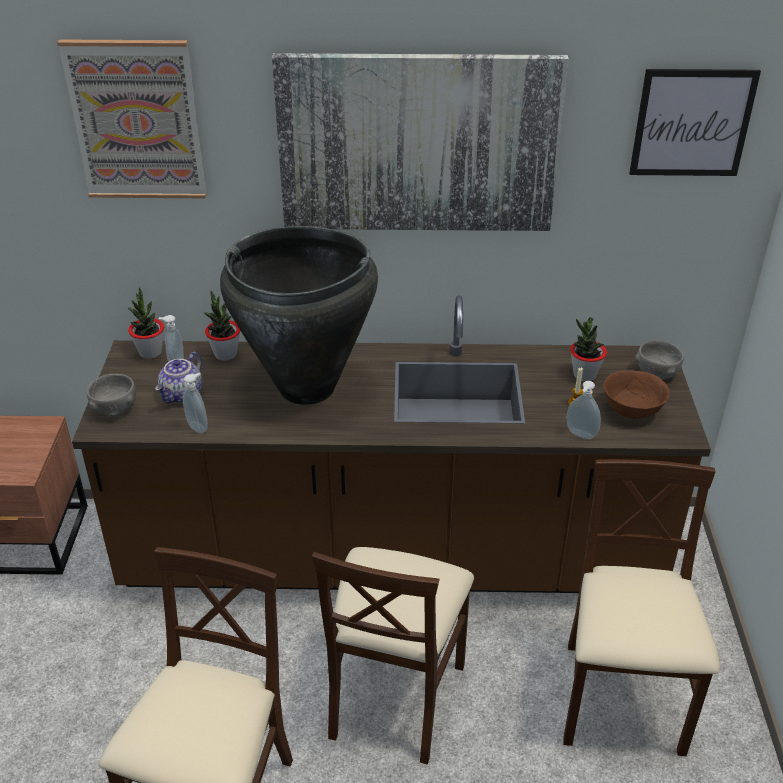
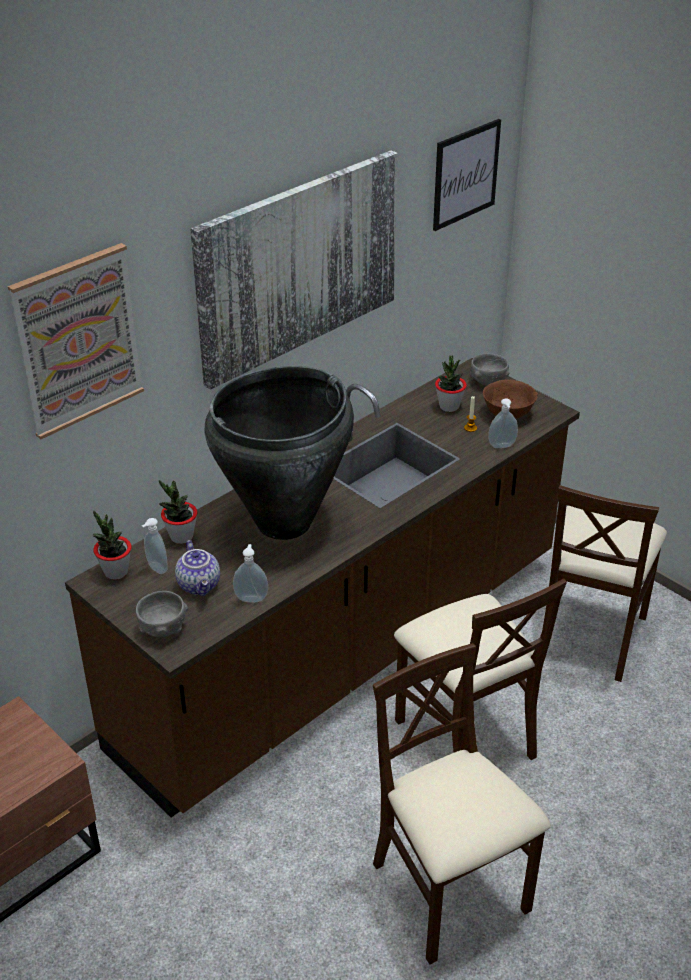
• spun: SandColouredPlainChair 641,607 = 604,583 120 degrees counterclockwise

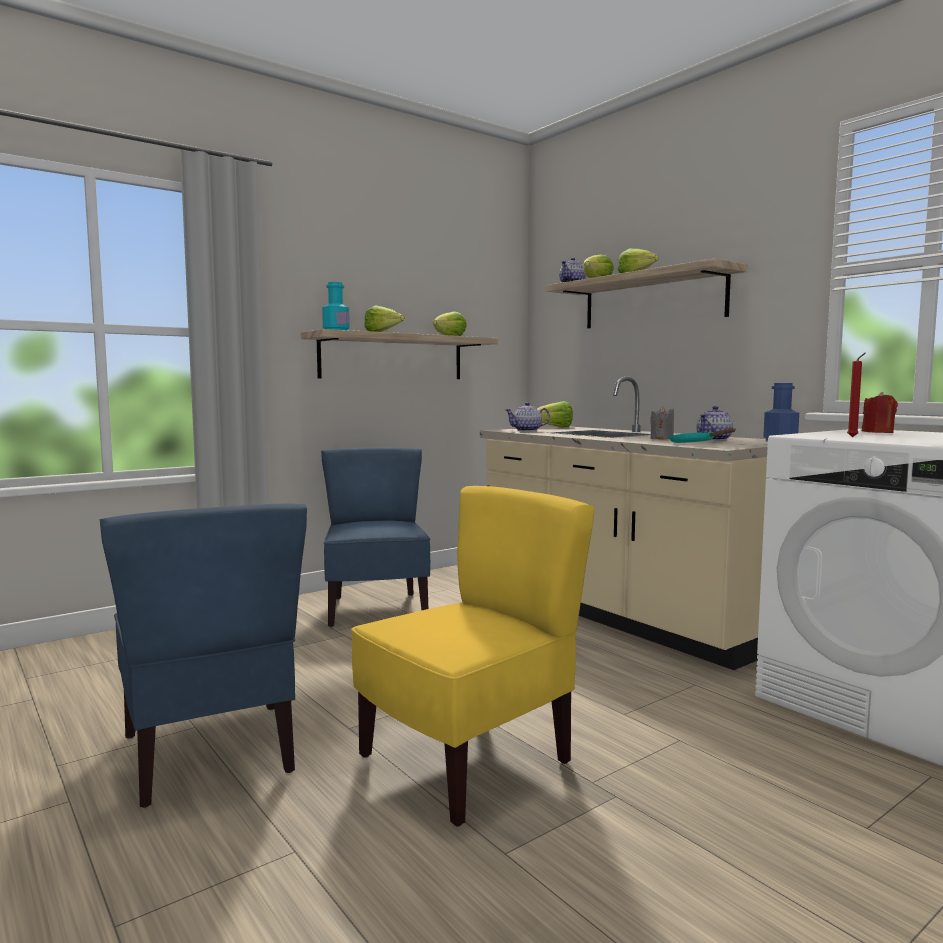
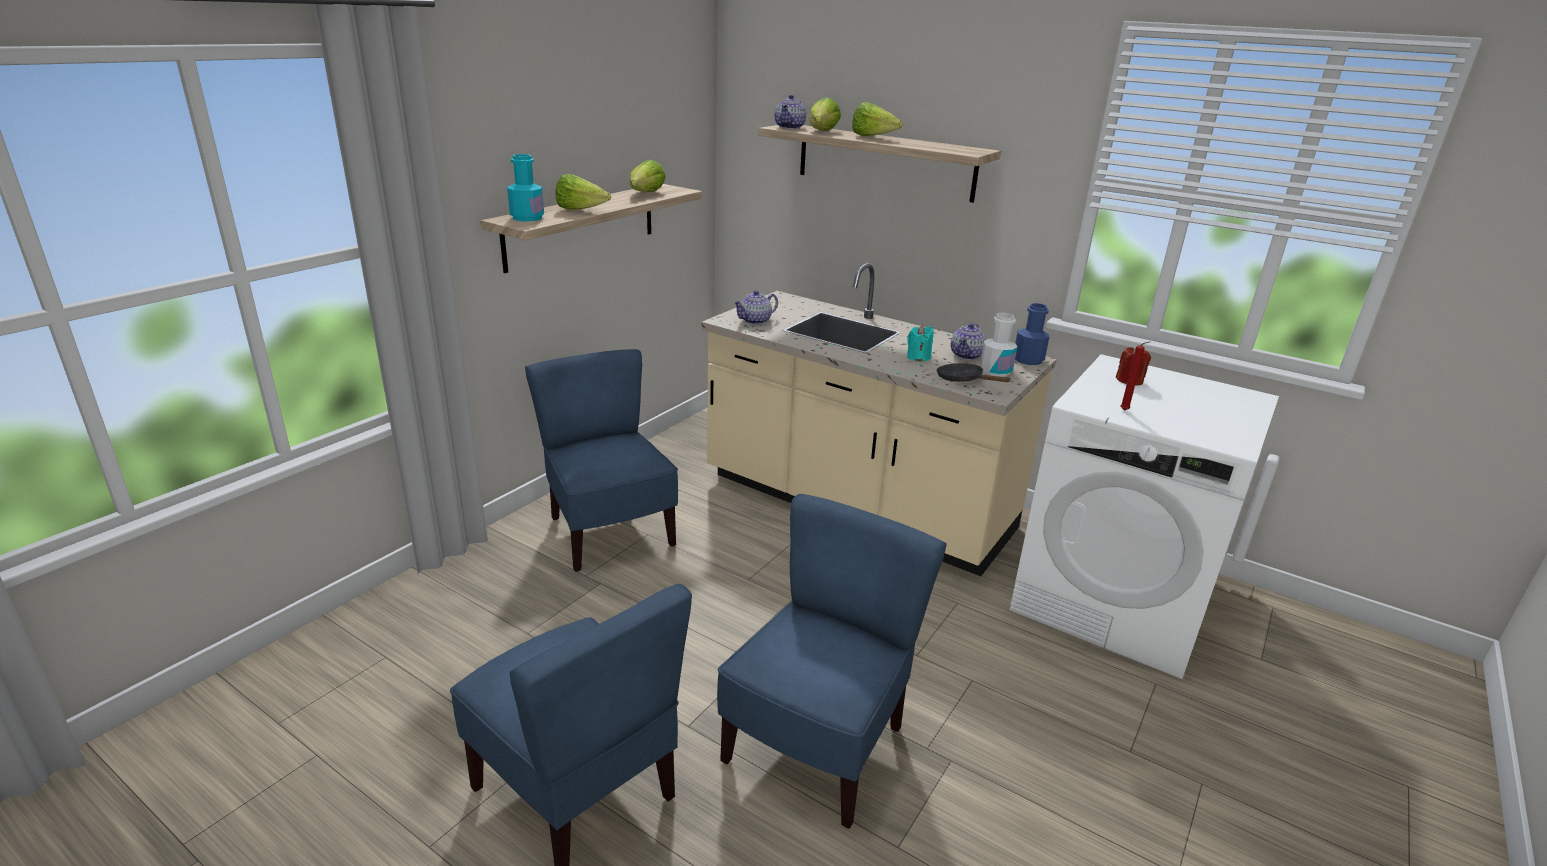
• missing: Lettuce 555,414
• colour: GreyishCandle 662,422 to TurquoiseColouredCandle 920,343
• colour: TurquoiseColouredFryingPan 701,435 to BlackishFryingPan 974,372
• colour: YellowishPlainChair 473,656 to BluePlainChair 832,661
• appeared: WhitishDrinkBottle 998,345

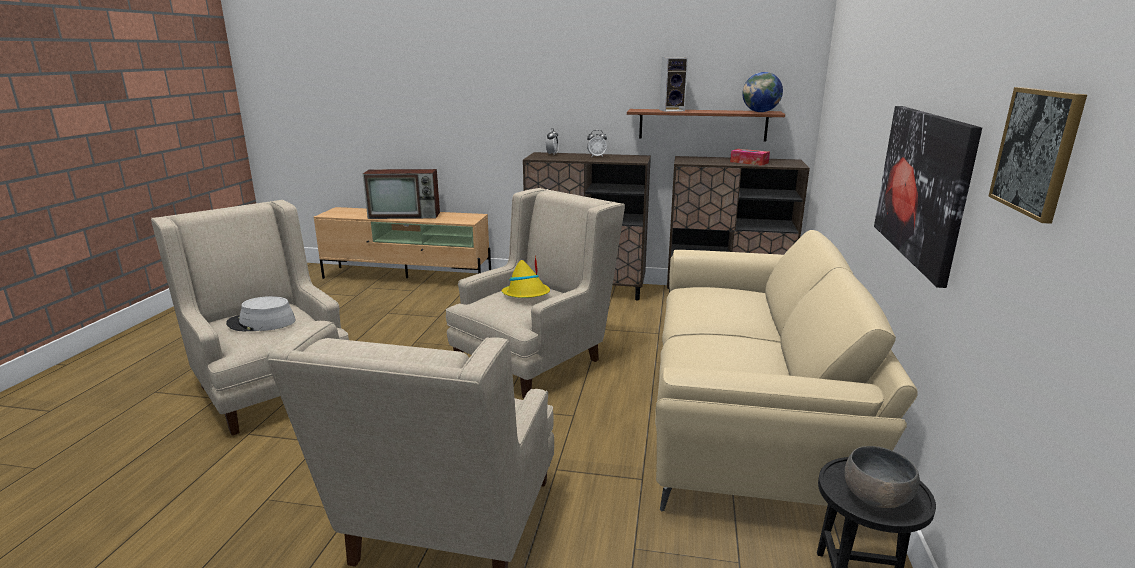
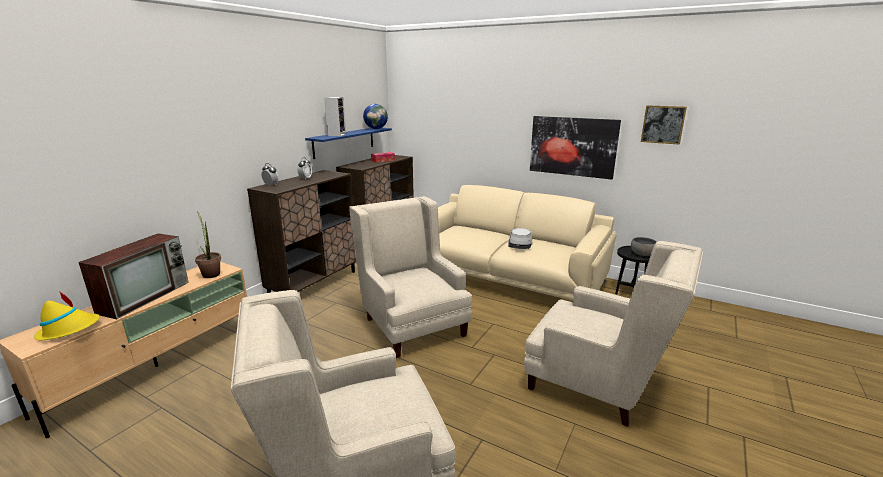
• colour: BrownishBracketShelf 706,125 to BlueBracketShelf 348,143
• relocated: YellowishHat 525,276 to 67,315
• relocated: GreyishHat 261,313 to 520,238
• appeared: Houseplant 208,244

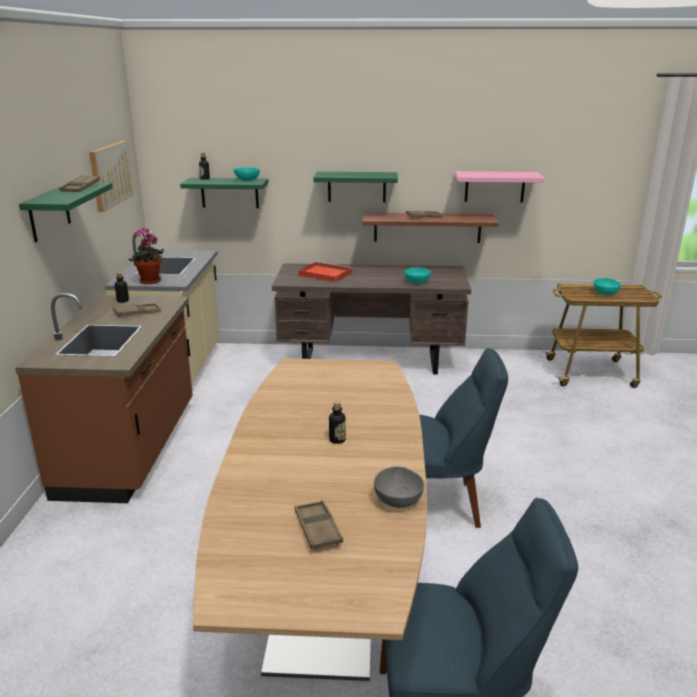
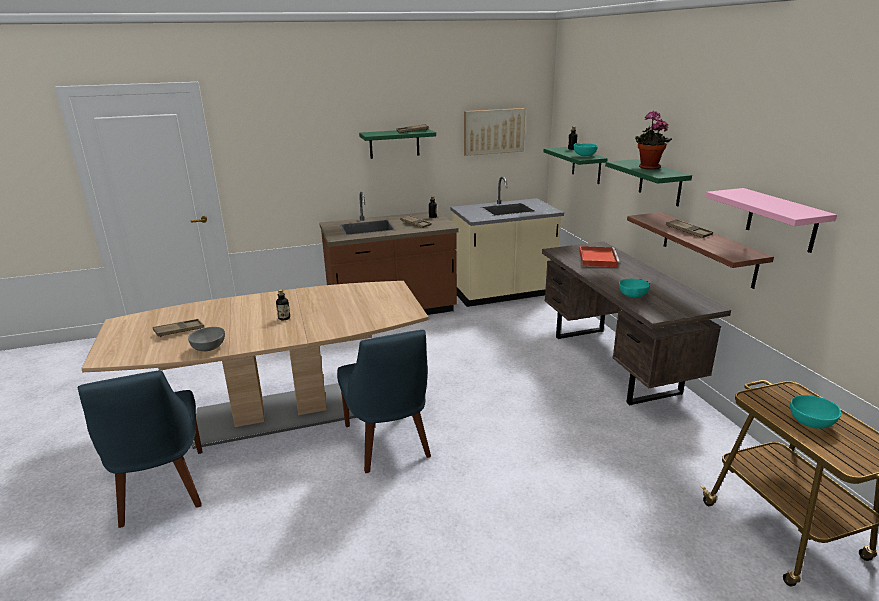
• relocated: Houseplant 146,256 to 653,140

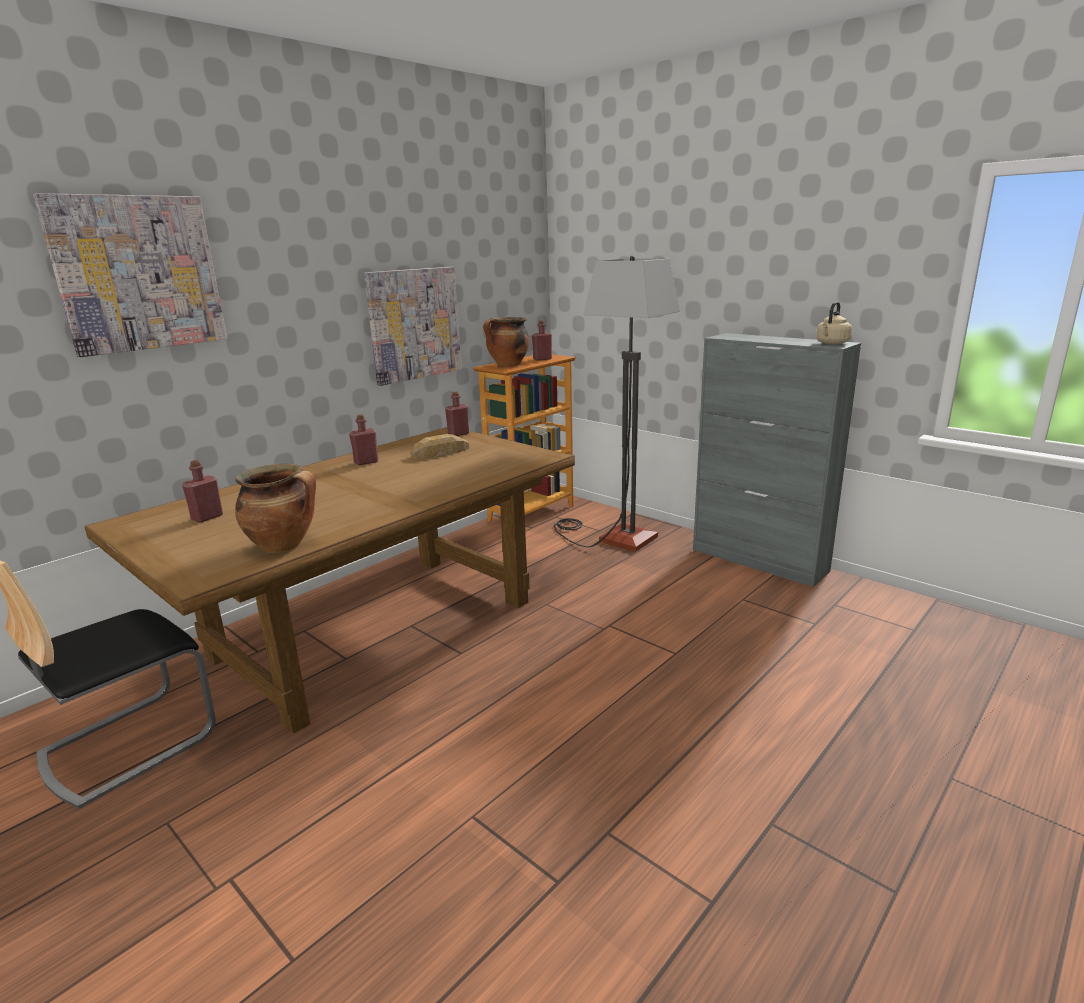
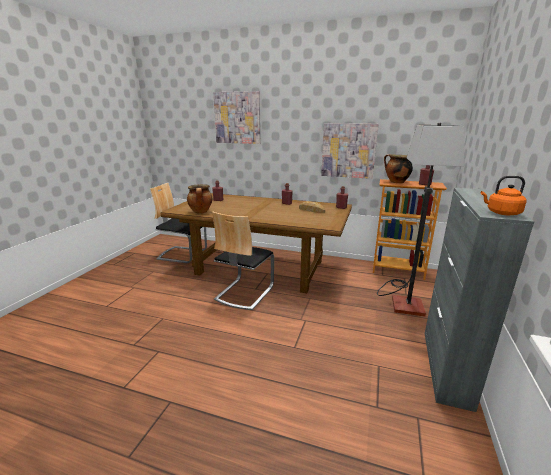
• colour: SandColouredWaterKettle 834,323 to OrangeWaterKettle 504,195
• appeared: PlainChair 243,260

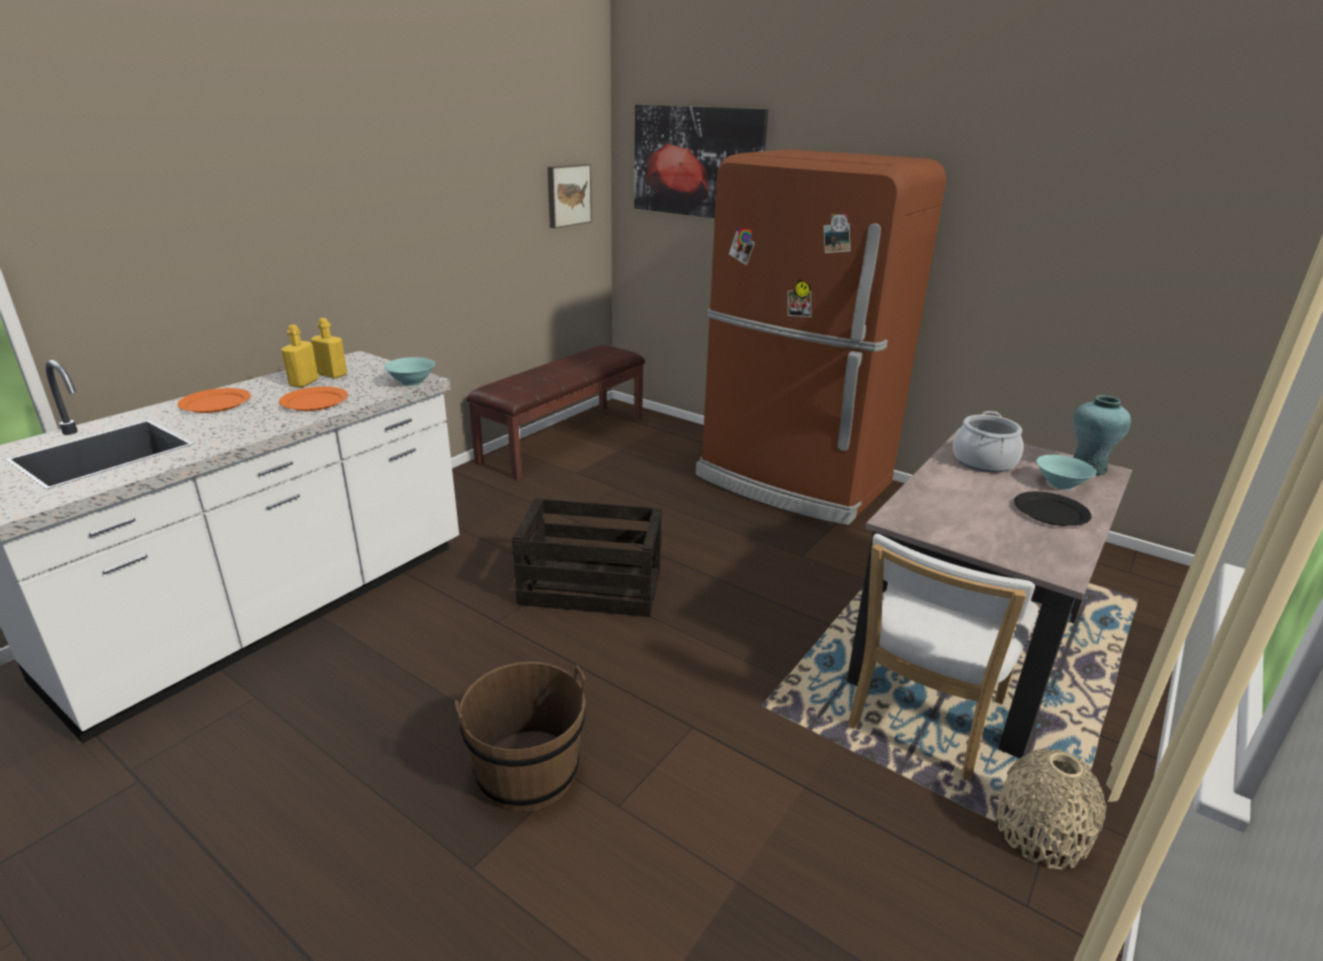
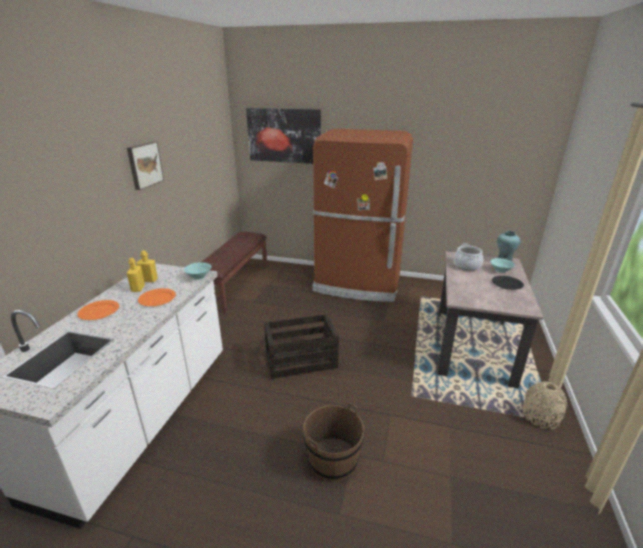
• relocated: WallArt 569,196 to 145,165
• missing: WhitishPlainChair 943,656

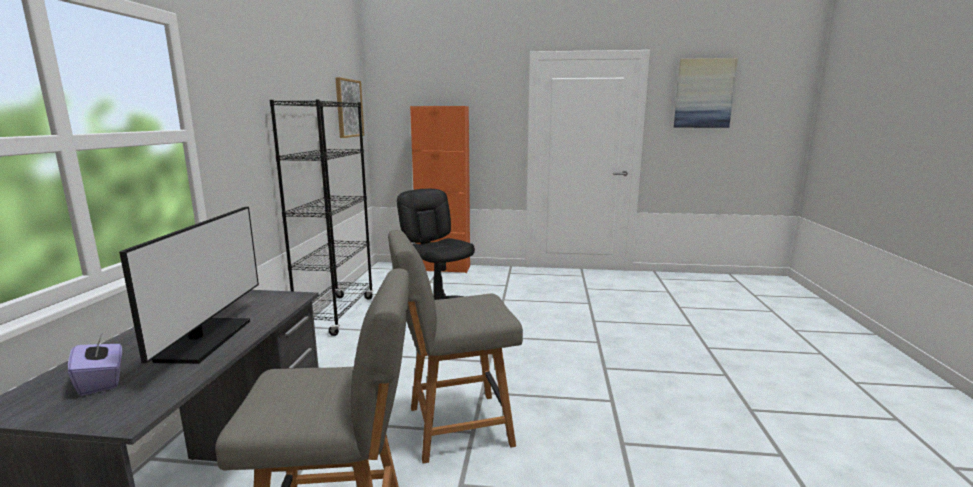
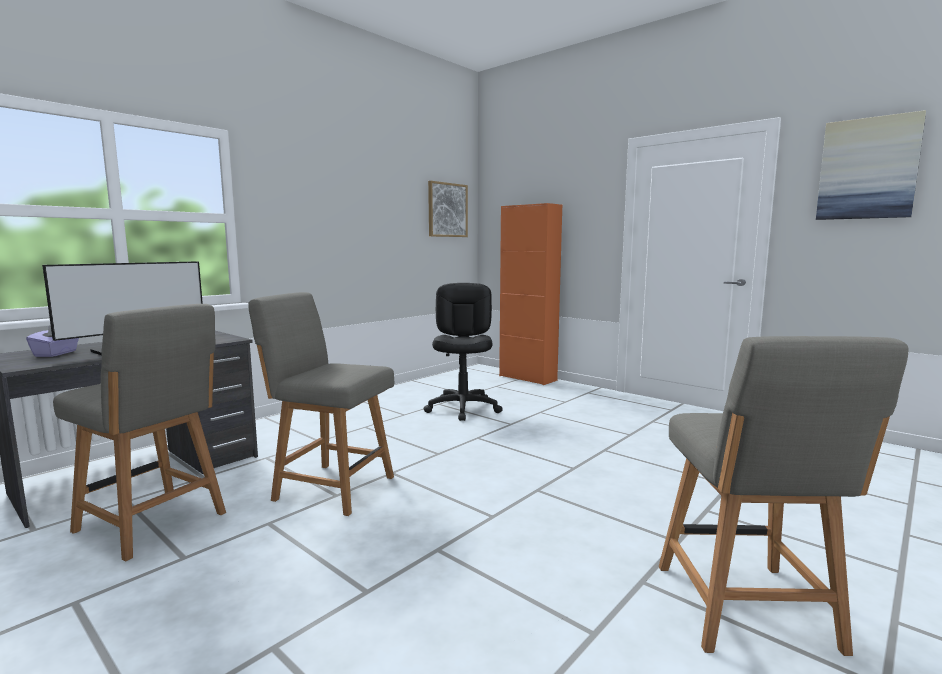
• missing: BlackishBookcase 322,218
• appeared: GreyishPlainChair 784,496

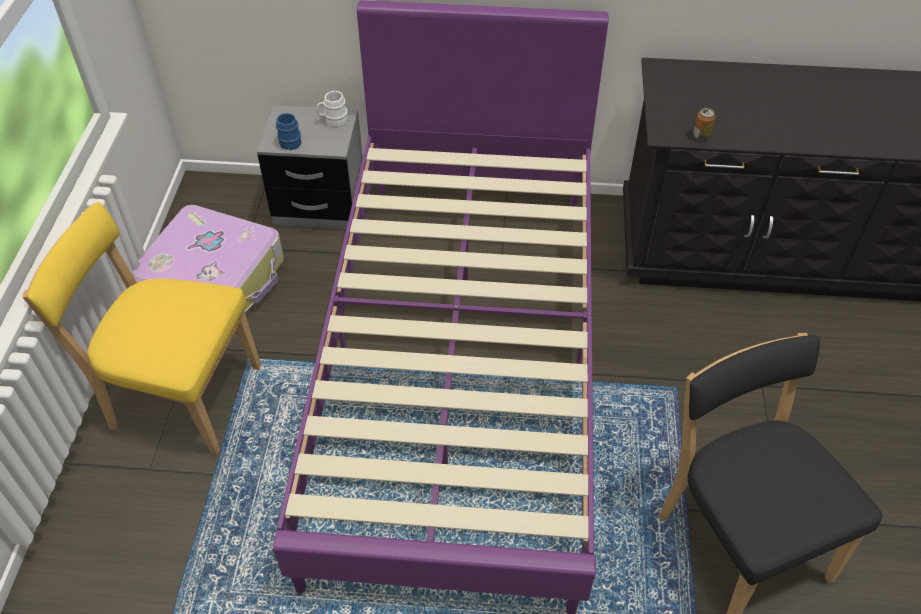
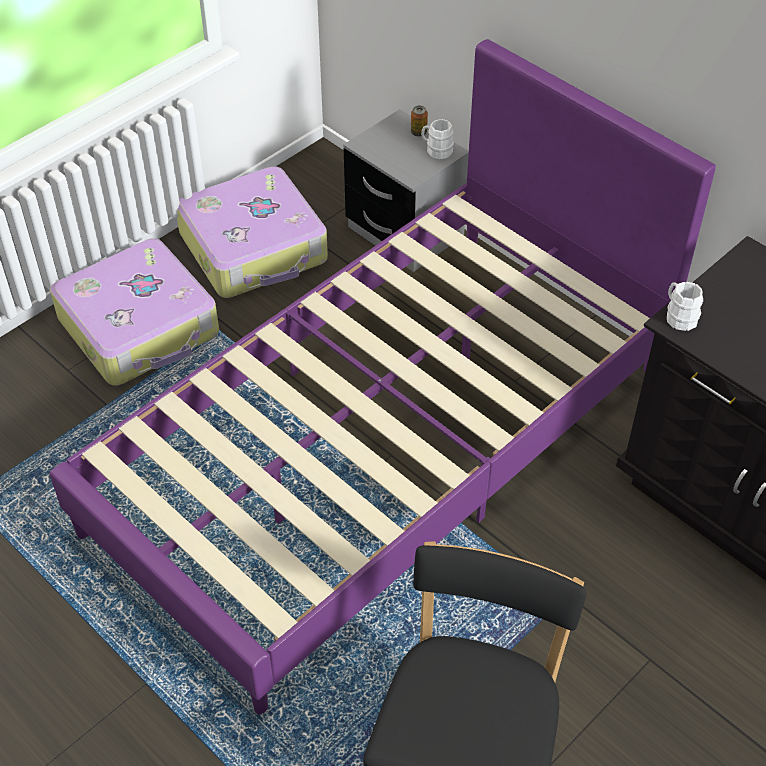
• relocated: SealedCan 704,124 to 419,121
• missing: BlueCoffeeMug 288,131
• exchanged: YellowishPlainChair 142,328 to PieceOfLuggage 134,312
• appeared: WhitishCoffeeMug 685,306

